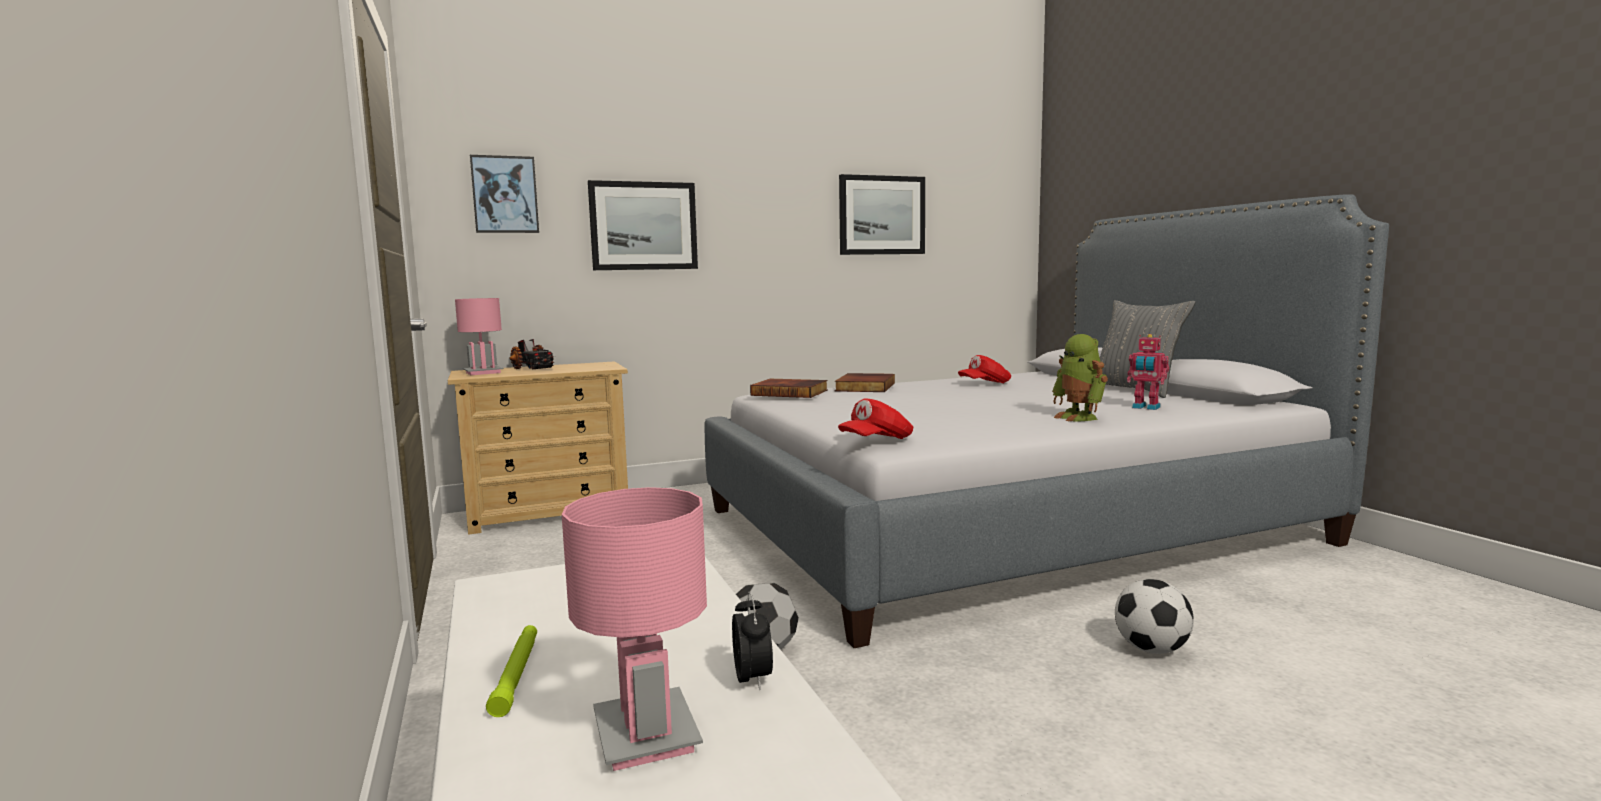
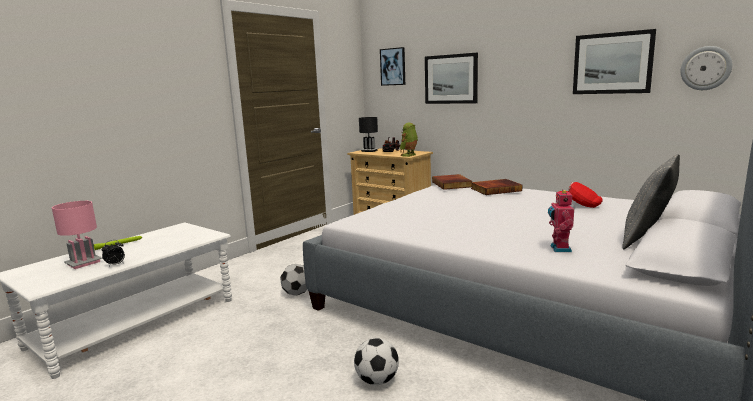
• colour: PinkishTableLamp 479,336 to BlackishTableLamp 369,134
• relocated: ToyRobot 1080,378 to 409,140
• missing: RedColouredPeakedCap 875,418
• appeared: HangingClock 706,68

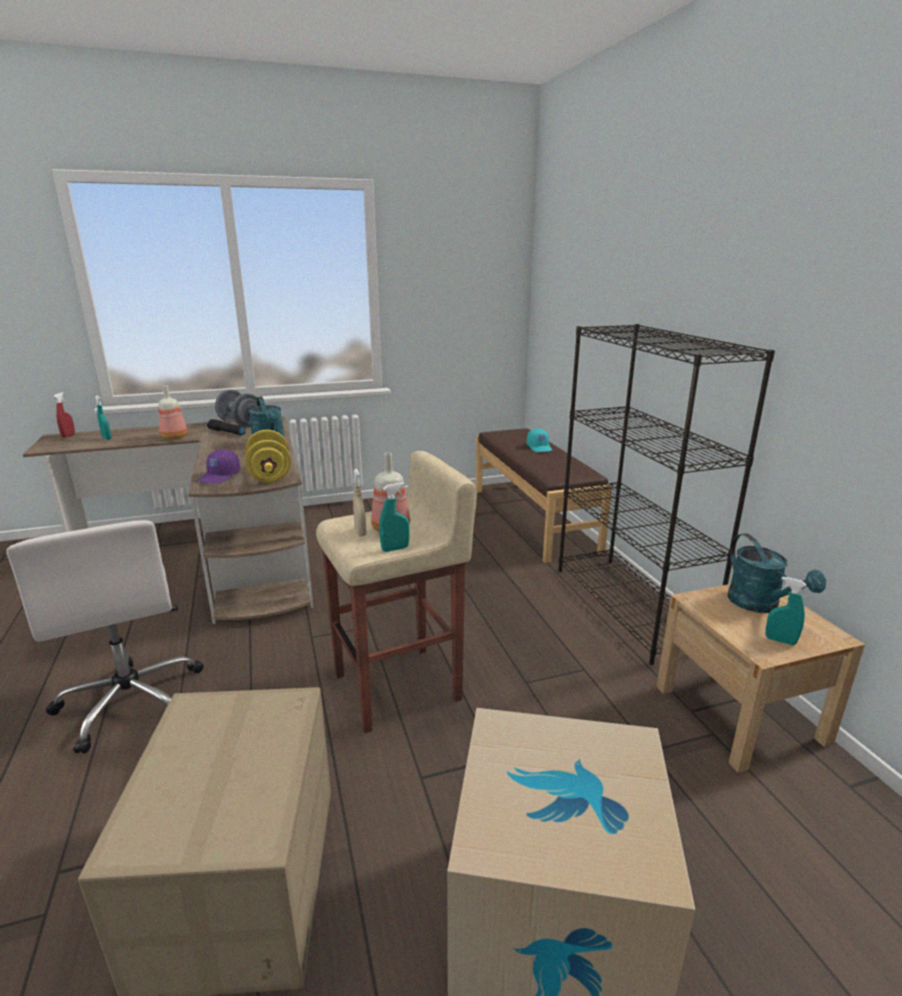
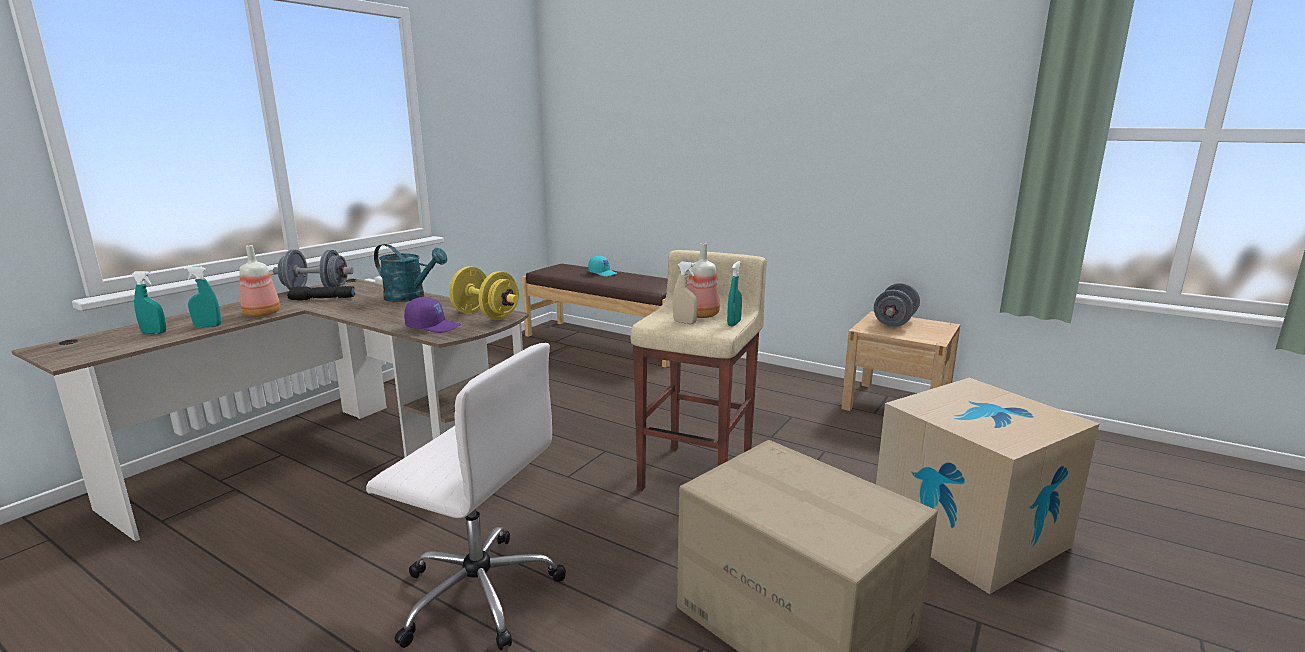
• missing: BlackishBookcase 667,494
• missing: RedColouredSprayer 64,415
• spun: PurpleColouredPeakedCap 219,466 = 432,315 60 degrees counterclockwise
• exchanged: TurquoiseColouredWateringPot 777,573 to GreyishFreeWeight 897,305
• relocated: TurquoiseColouredSprayer 786,611 to 202,296

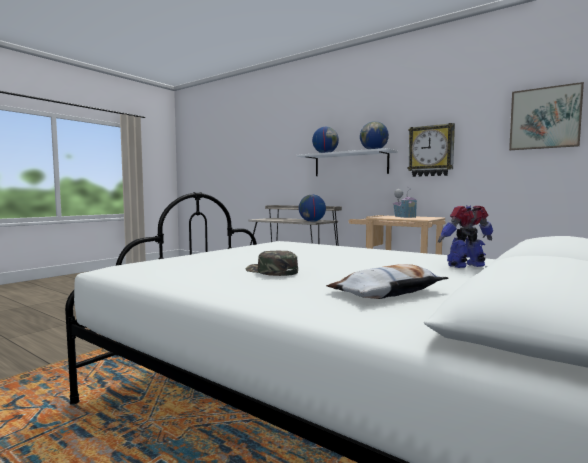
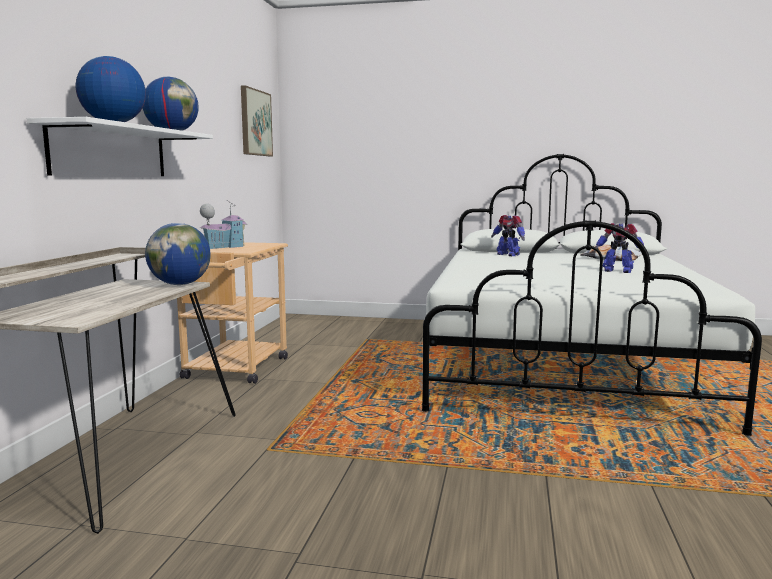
• missing: HangingClock 431,150
• exchanged: GreenColouredPeakedCap 272,263 to ToyRobot 618,248

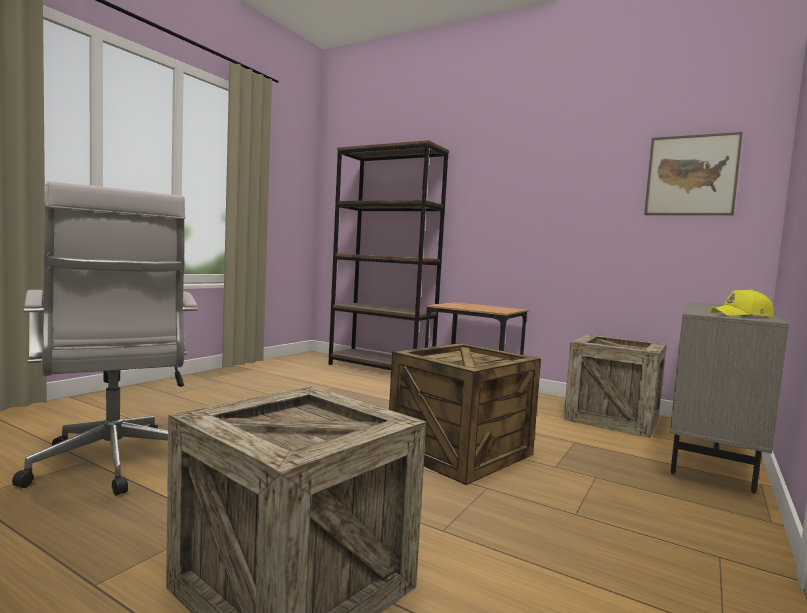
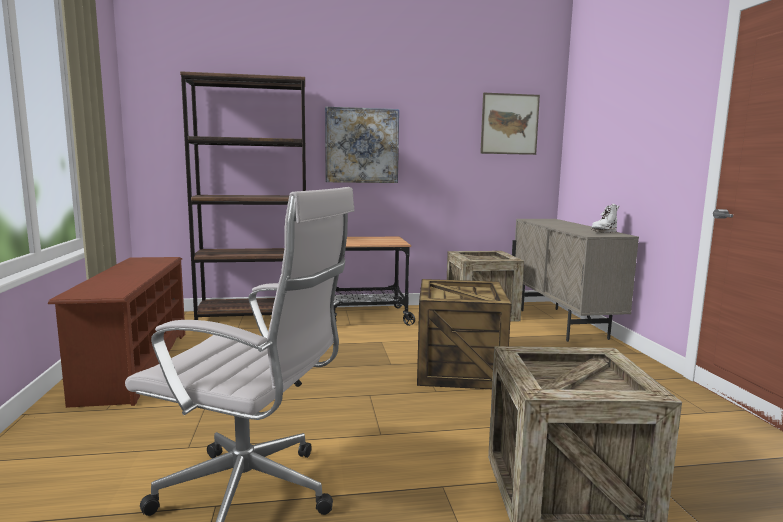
• exchanged: YellowishPeakedCap 742,303 to WhitishHighTopBoot 605,218
• appeared: WallArt 362,144
• appeared: BrownishShoeShelf 116,332

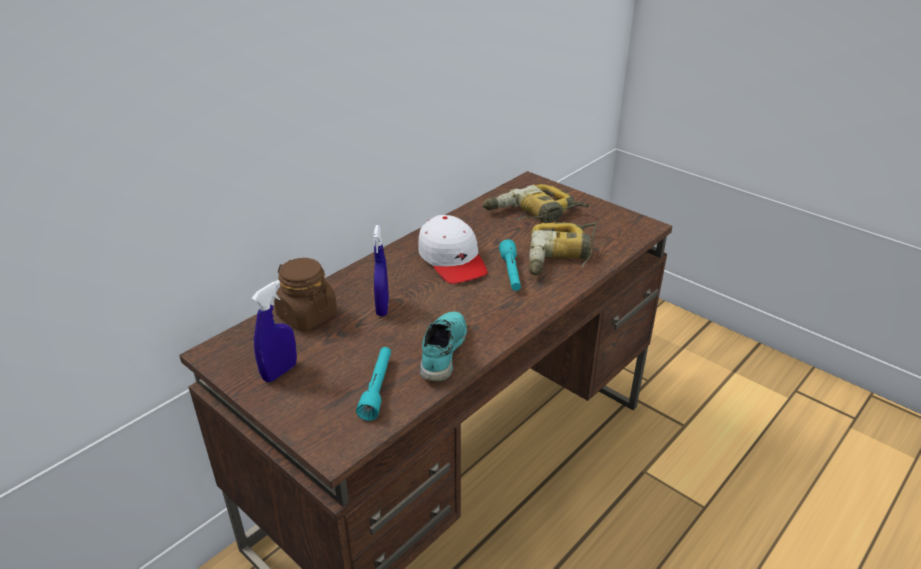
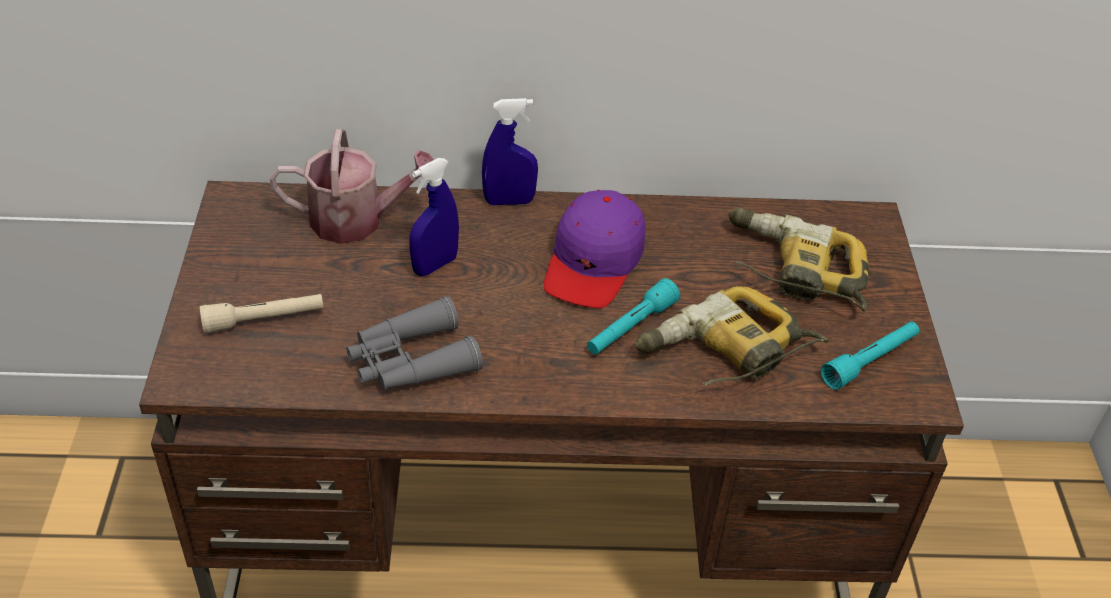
• colour: WhitishPeakedCap 453,249 to PurpleColouredPeakedCap 594,249
• exchanged: BrownishJar 305,294 to WateringPot 352,186
• relocated: BlueSprayer 274,331 to 510,151
• exchanged: TurquoiseColouredShoe 443,346 to GreyishPairOfBinoculars 414,343
• relocated: TurquoiseColouredFlashlight 373,384 to 870,355
• appeared: SandColouredFlashlight 262,313

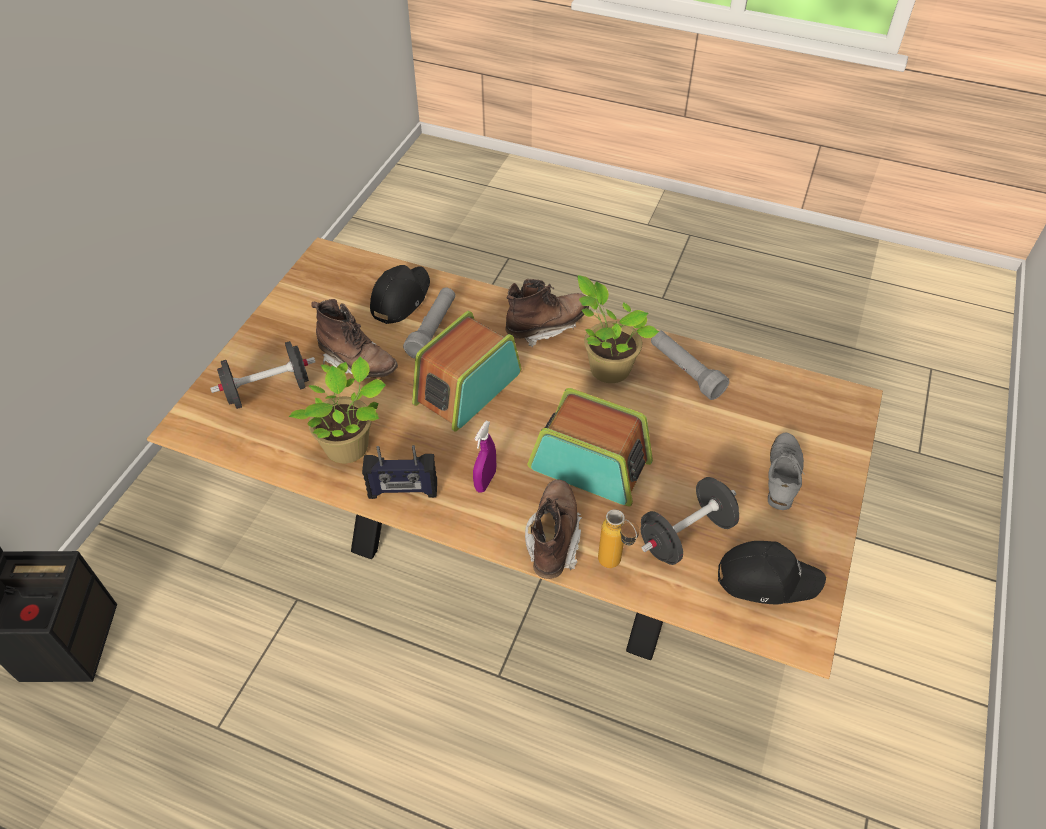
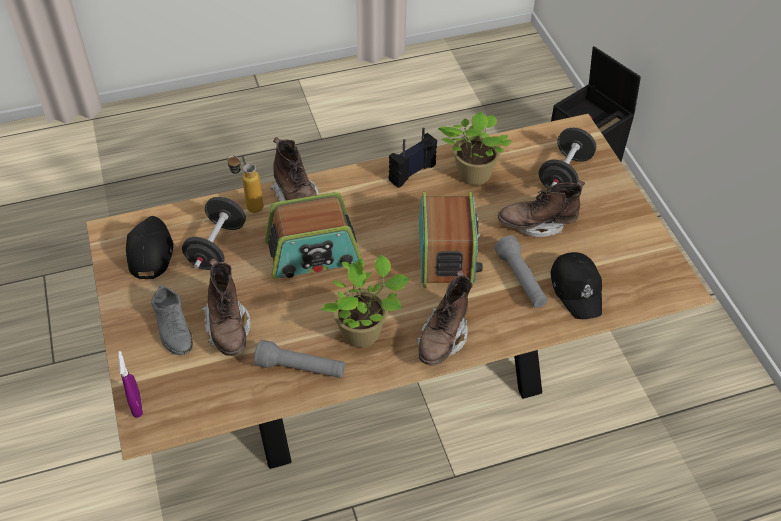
• relocated: PurpleColouredSprayer 484,457 to 130,384
• spun: BlackishPeakedCap 772,573 = 149,247 120 degrees clockwise
• appeared: BrownishHighTopBoot 226,307

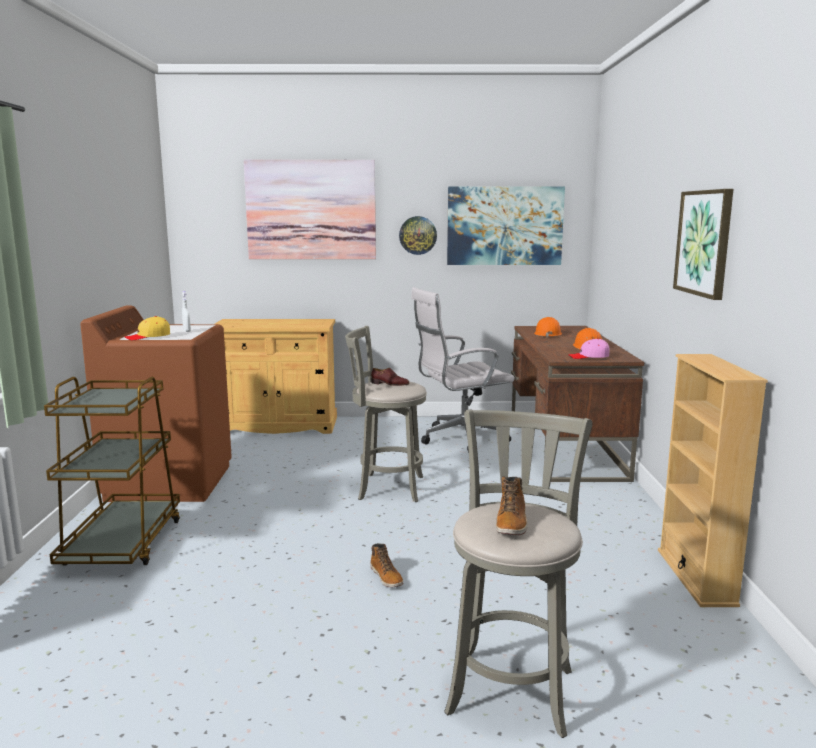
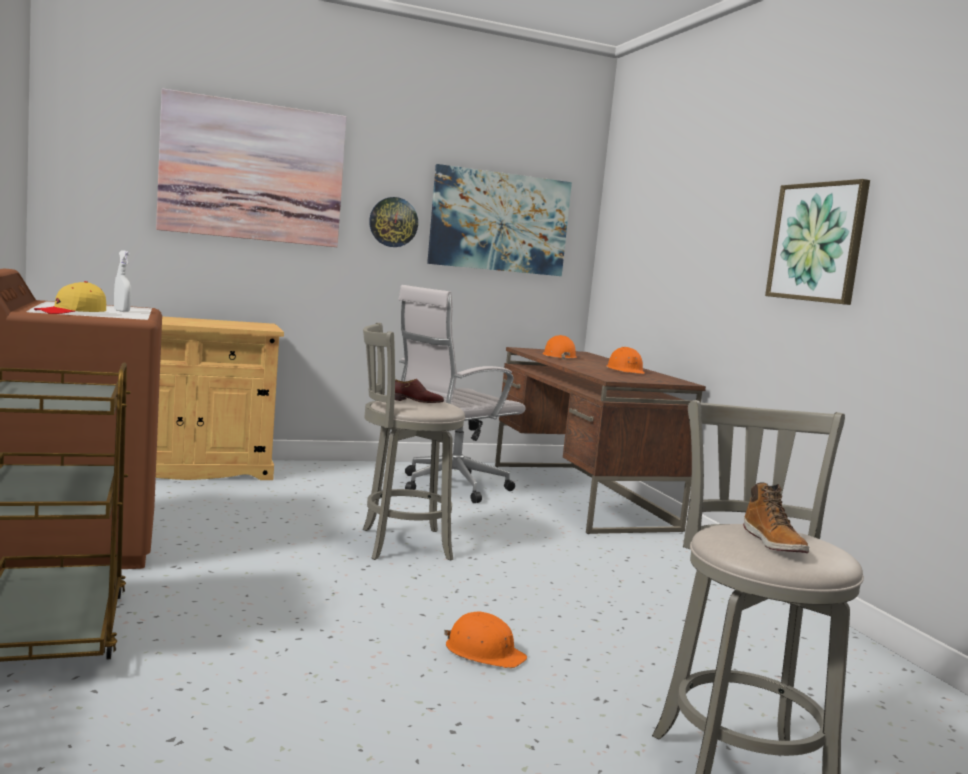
• missing: PinkishPeakedCap 589,348
• missing: SandColouredBookcase 713,480
• exchanged: HighTopBoot 387,565 to OrangeWorkHelmet 485,640

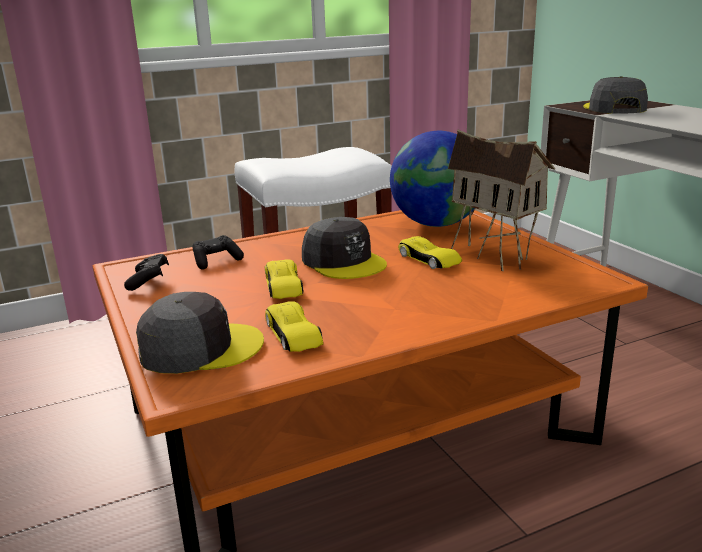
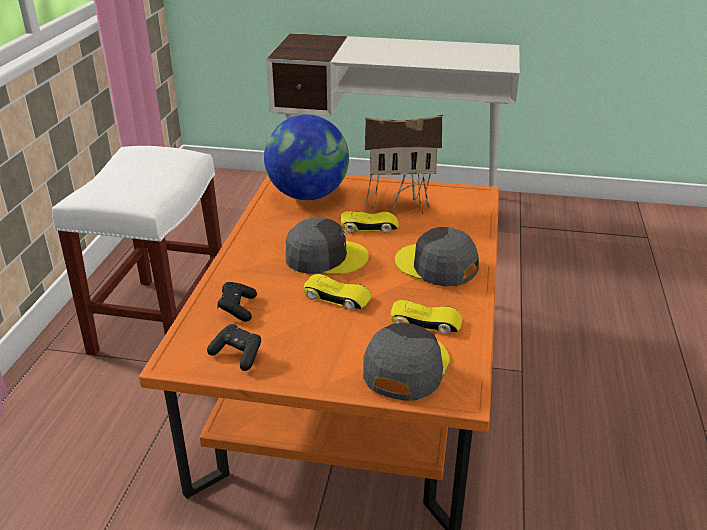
• relocated: GreyishPeakedCap 615,95 to 437,257

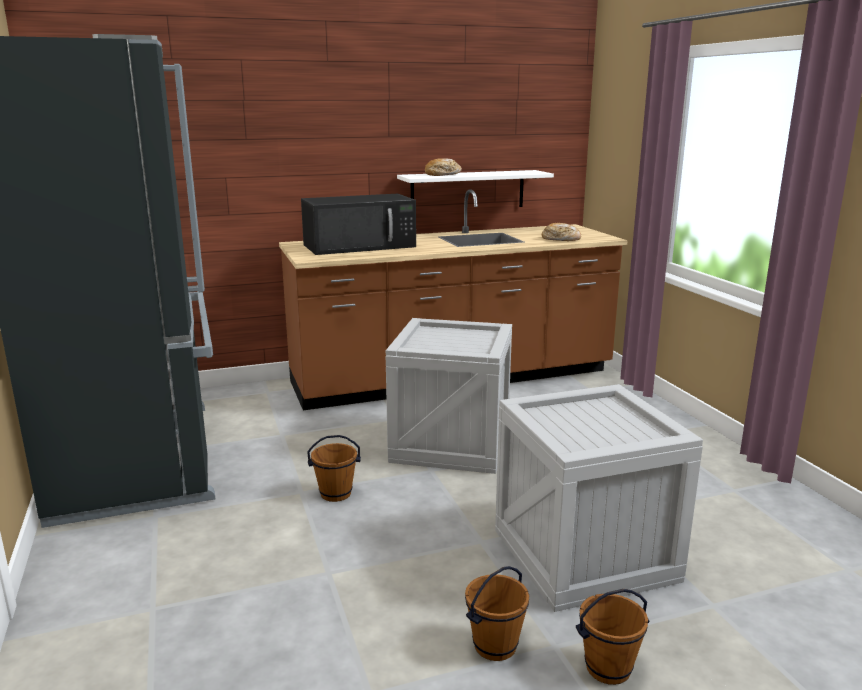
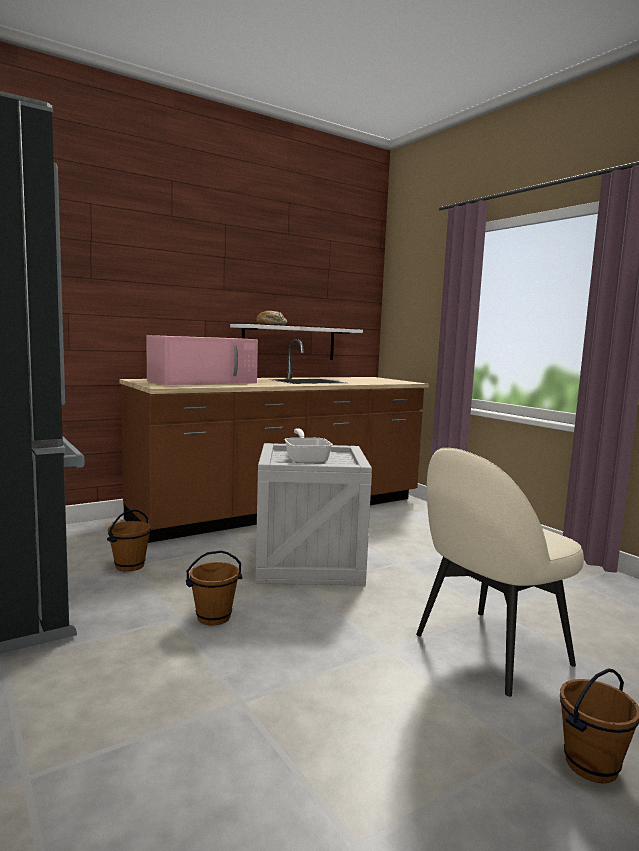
• colour: BlackishMicrowaveOven 358,224 to PinkishMicrowaveOven 202,360
• missing: BakeryBread 561,232
• exchanged: PackingCrate 599,498 to SandColouredPlainChair 500,572
• relocated: BrownishBucket 497,613 to 129,540
• appeared: FryingPan 309,446

